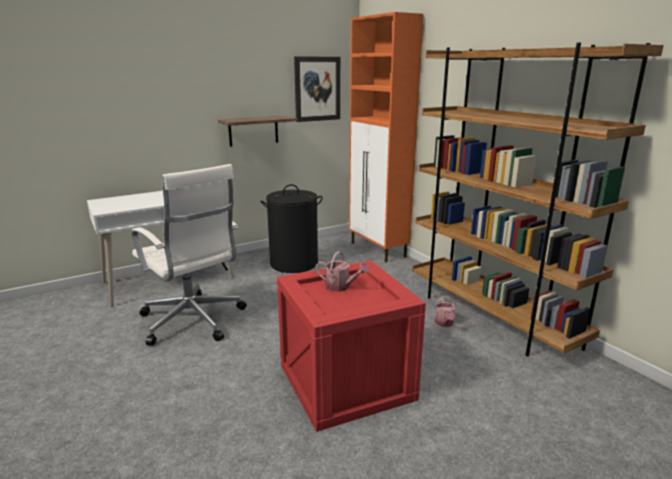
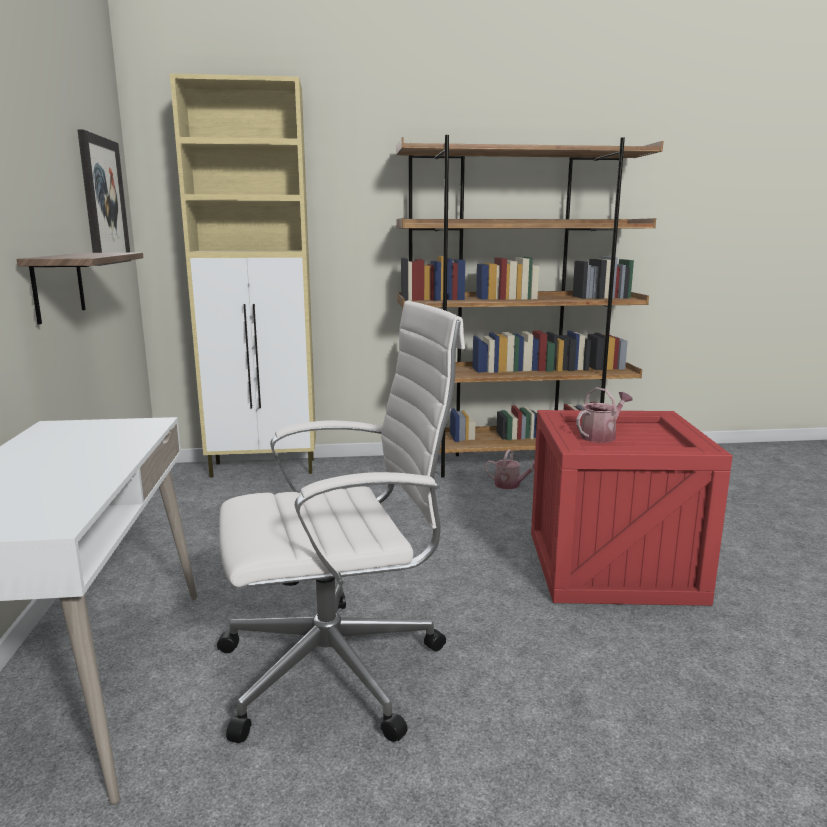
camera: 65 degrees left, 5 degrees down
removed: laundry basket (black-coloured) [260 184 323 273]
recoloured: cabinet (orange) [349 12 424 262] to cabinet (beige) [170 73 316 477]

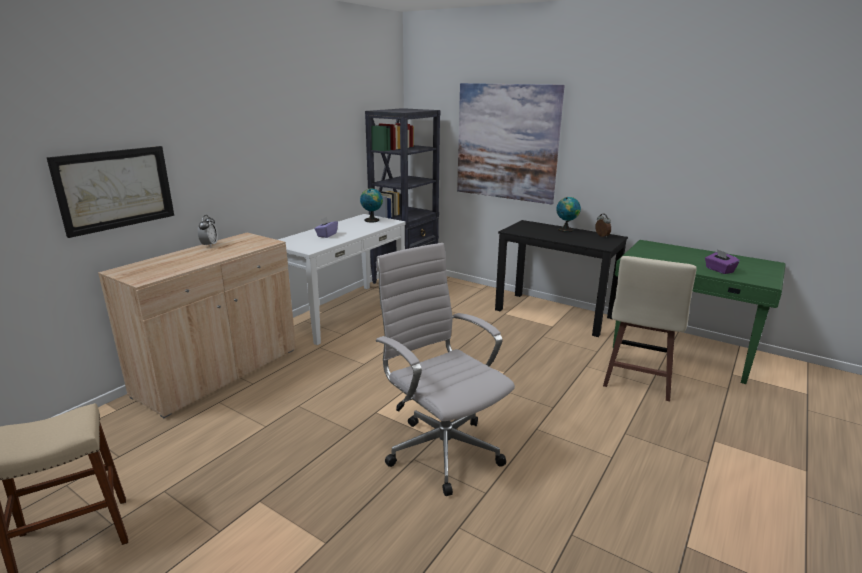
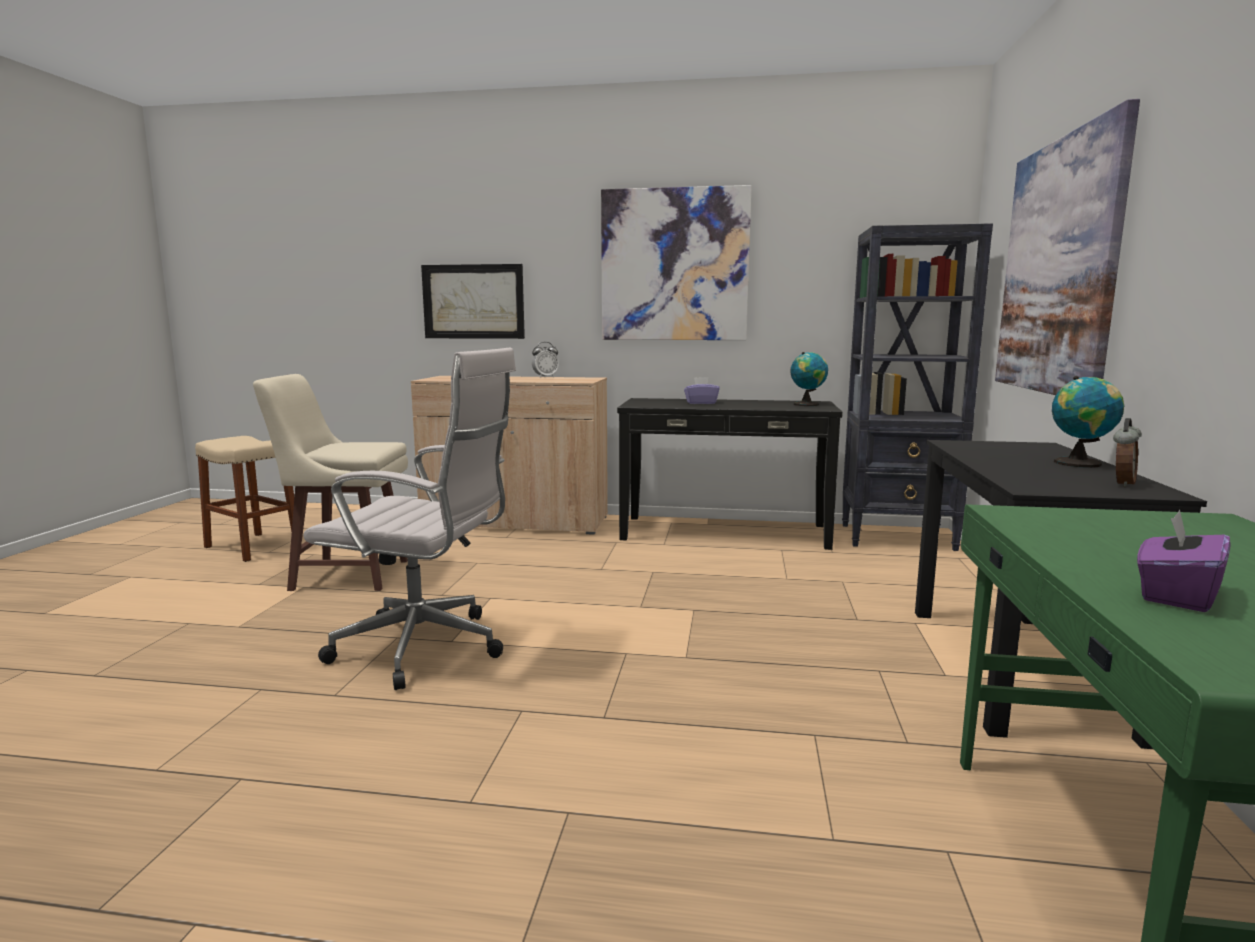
camera: 65 degrees right, 10 degrees down
added: wall art [601 185 752 340]
moved: stool seat (beige) [603 256 697 401] to [253 374 408 591]
recoloured: console table (whitish) [278 214 406 345] to console table (black-coloured) [617 398 843 550]
turned: desk chair (whitish) [376 243 515 496] = [303 348 516 690] 75 degrees clockwise

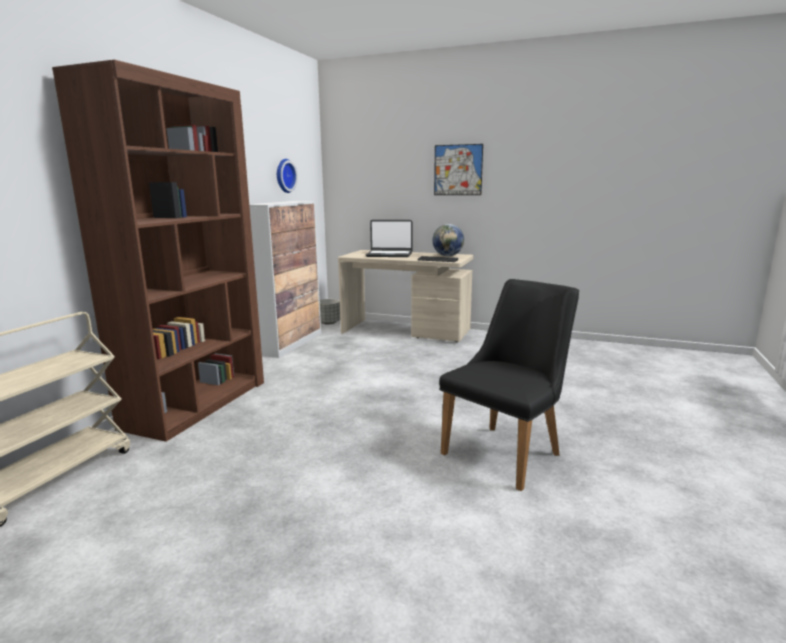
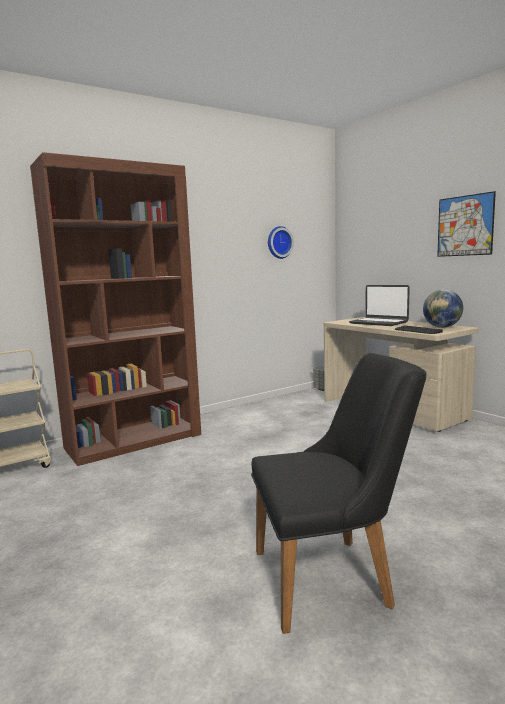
camera: 35 degrees right, 5 degrees down
removed: cabinet [249 201 321 358]

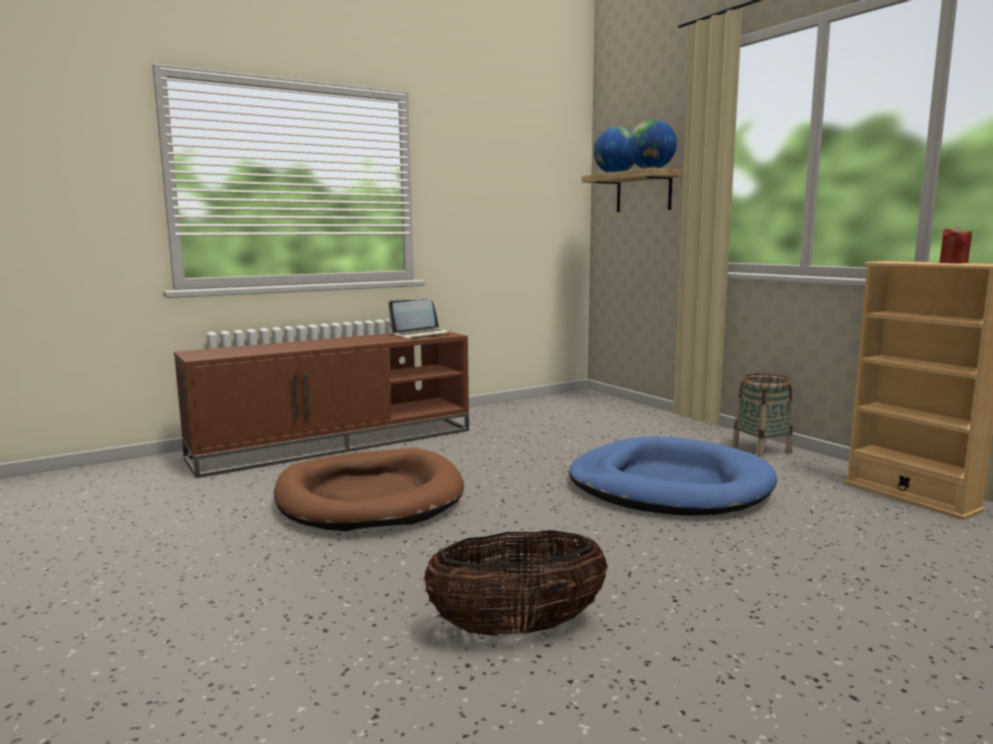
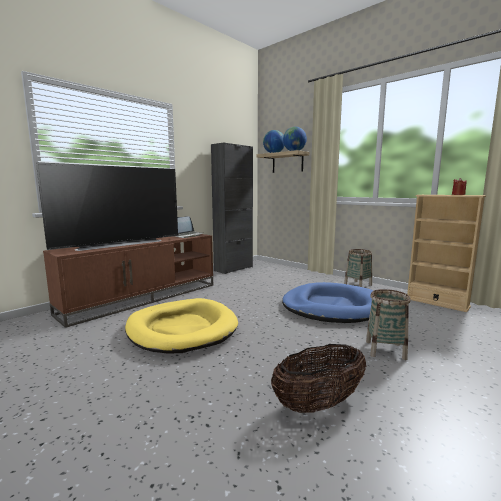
camera: 15 degrees left, 0 degrees up
added: cabinet (black-coloured) [211 142 253 274]; TV [36 163 178 251]; basket [366 289 411 360]
recoloured: dog cushion (brown) [274 448 464 531] to dog cushion (yellow-coloured) [125 298 238 354]

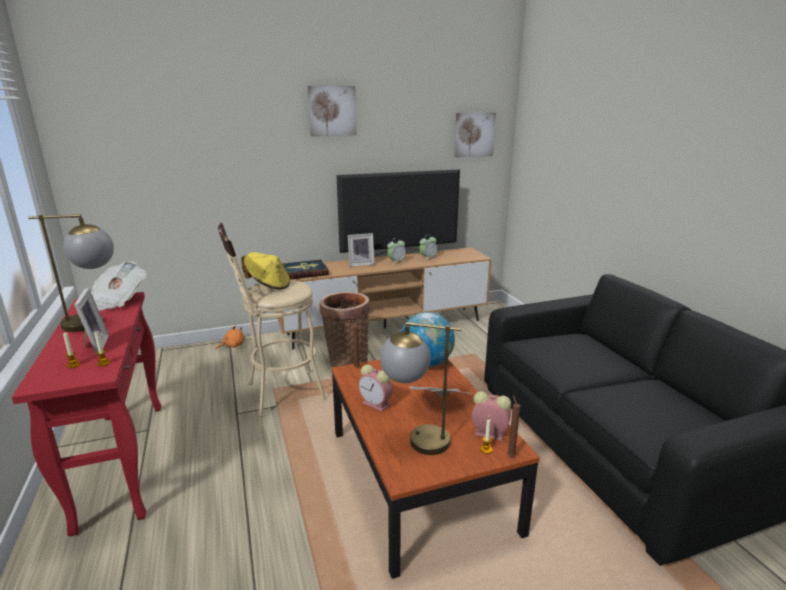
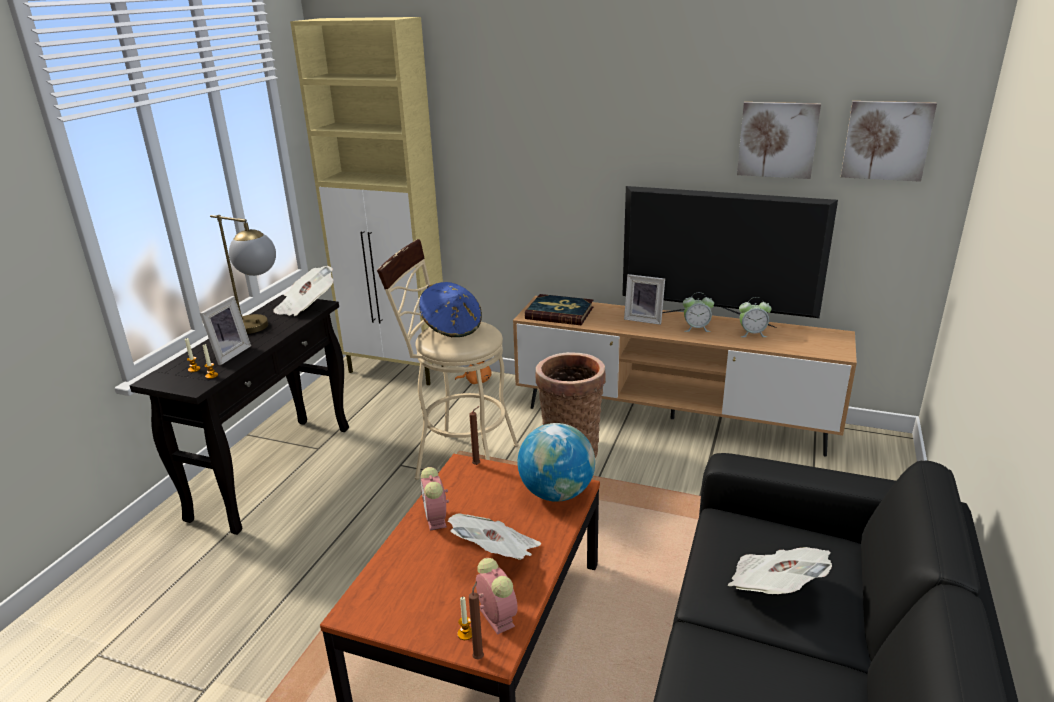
camera: 40 degrees right, 5 degrees up
removed: tabletop lamp [380 322 461 455]
added: cabinet (beige) [290 17 443 385]; newspaper [728 547 832 594]
moved: wall art [308 86 357 137] to [737 102 821 179]
recoloured: clothing hat (yellow-coloured) [241 252 290 290] to clothing hat (blue-coloured) [419 282 482 337]; console table (red-coloured) [12 292 161 536] to console table (black-coloured) [130 295 349 535]

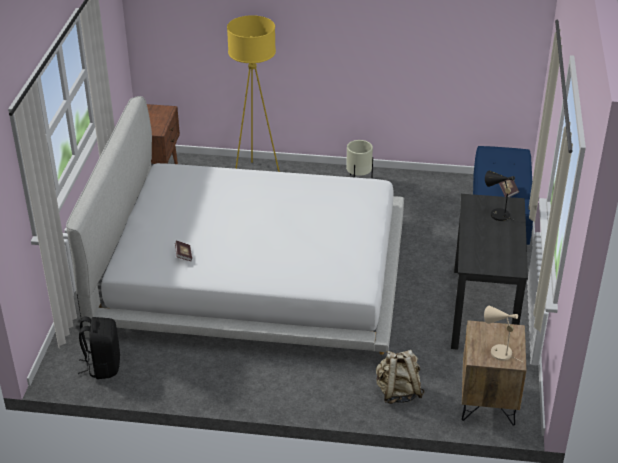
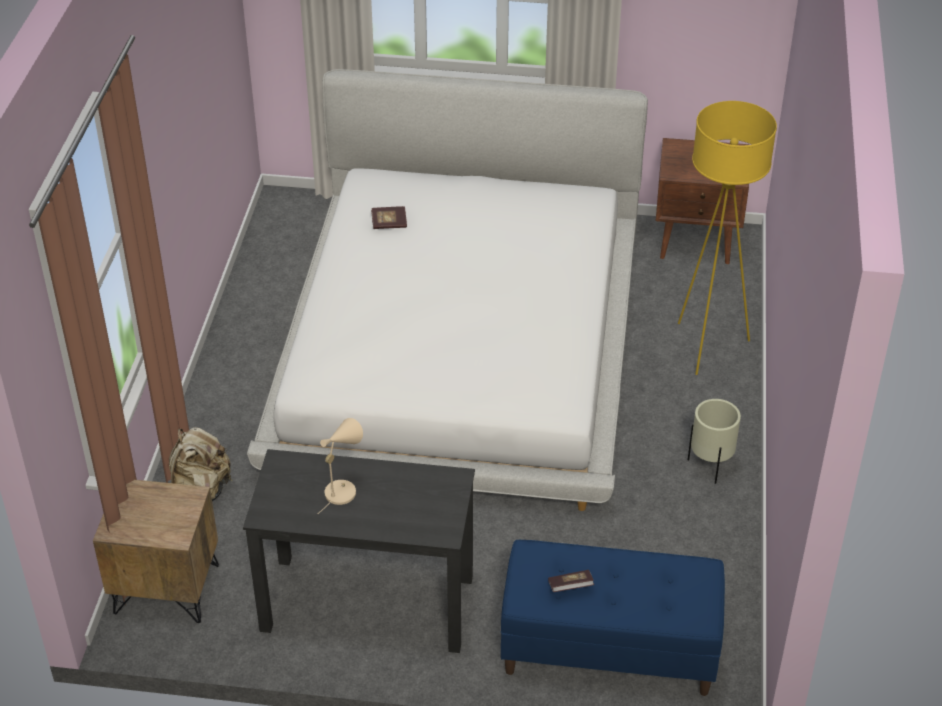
camera: 90 degrees right, 5 degrees up
removed: tabletop lamp (black-coloured) [485 171 518 222]; rucksack (black-coloured) [78 316 120 379]
moved: tabletop lamp (beige) [484 306 522 362] to [318 418 363 514]

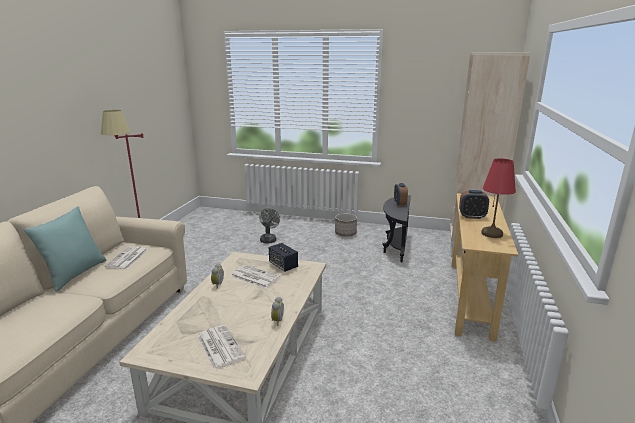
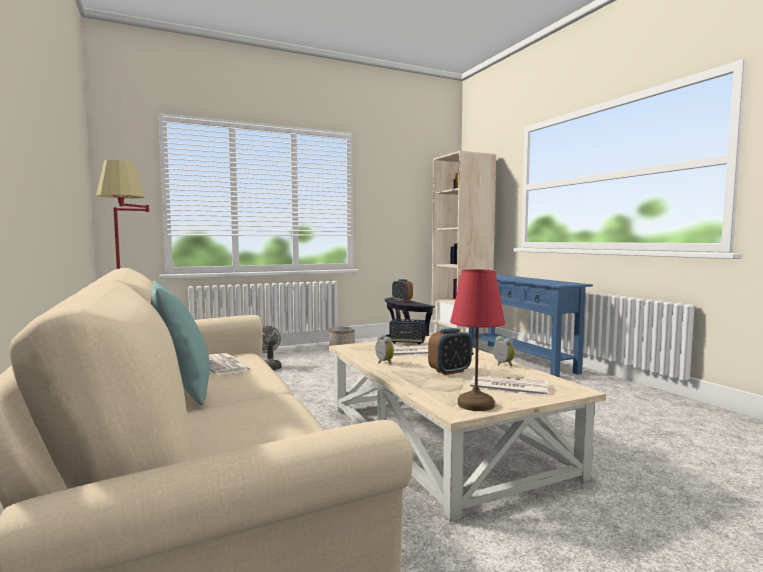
camera: 40 degrees left, 15 degrees down
moved: tabletop lamp (red-coloured) [481 158 516 238] to [450 269 505 411]; table clock [459 190 489 219] to [428 328 472 375]
recoloured: console table (beige) [452 193 518 342] to console table (blue-coloured) [469 274 593 378]

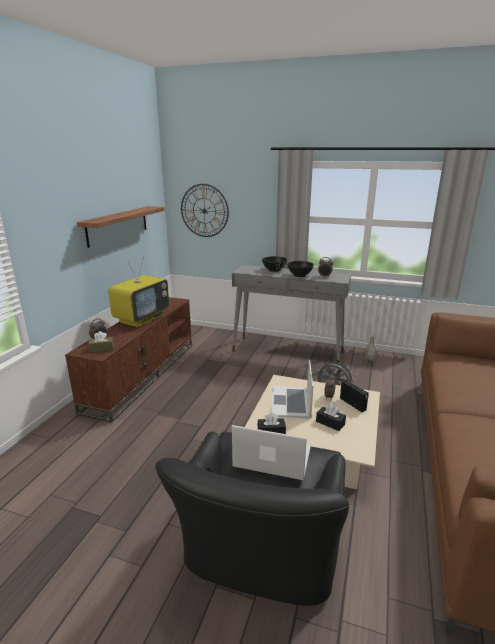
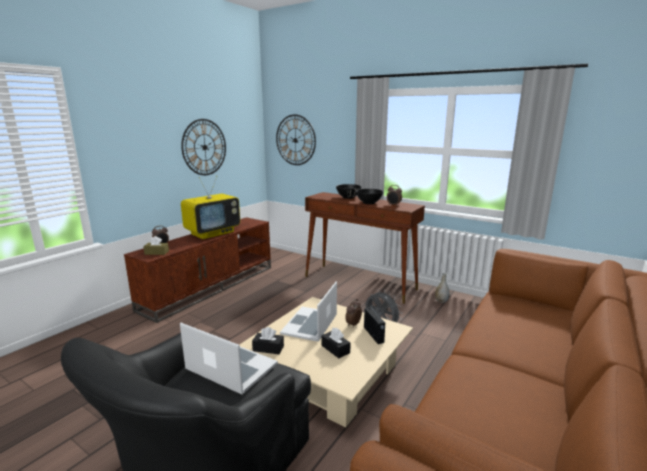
camera: 15 degrees right, 5 degrees down
replaced: wall shelf [77 206 165 248] to hanging clock [181 119 226 175]
recoloured: console table (grey) [232 265 351 363] to console table (brown) [305 192 425 304]

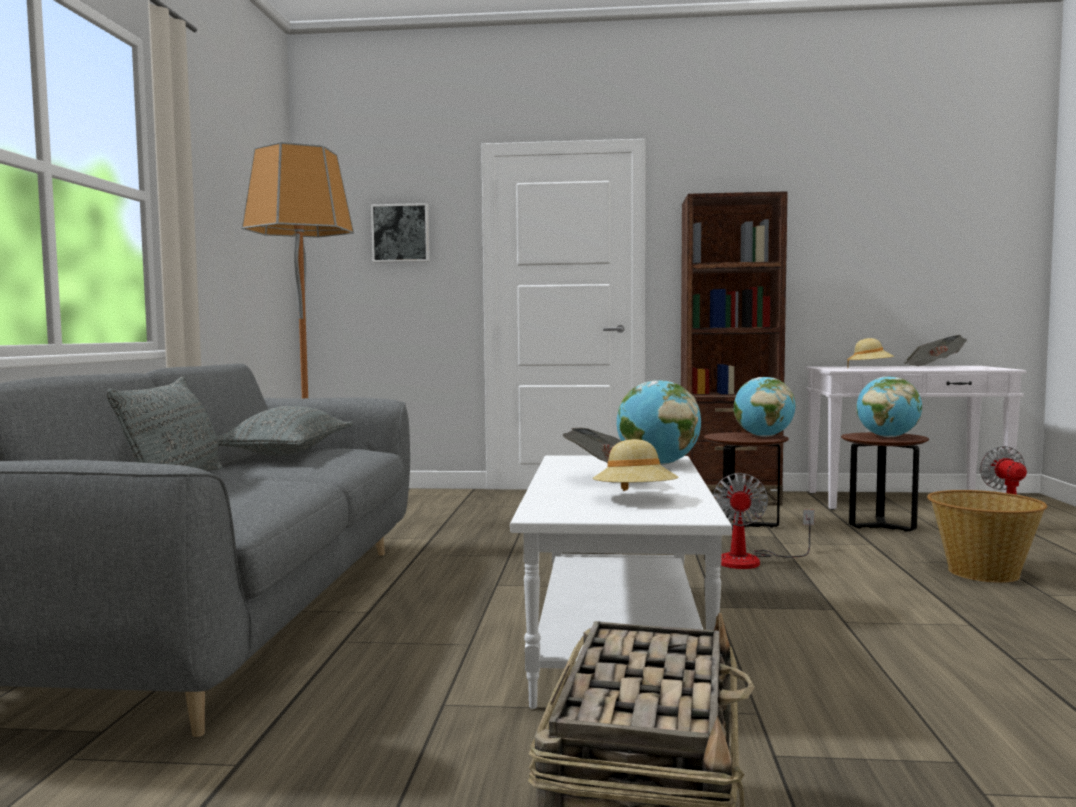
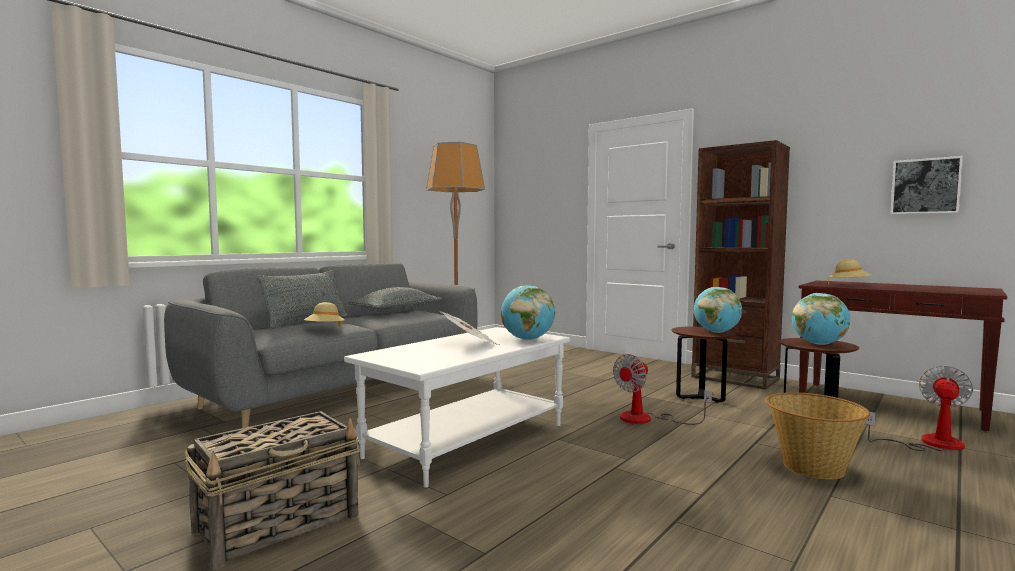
camera: 35 degrees right, 0 degrees up
removed: newspaper [904 335 967 366]
moved: wall art [371 203 430 263] to [890 156 963 214]; clothing hat (beige) [593 439 678 491] to [304 302 345 327]
recoloured: console table (whitish) [805 366 1026 510] to console table (brown) [799 280 1007 432]

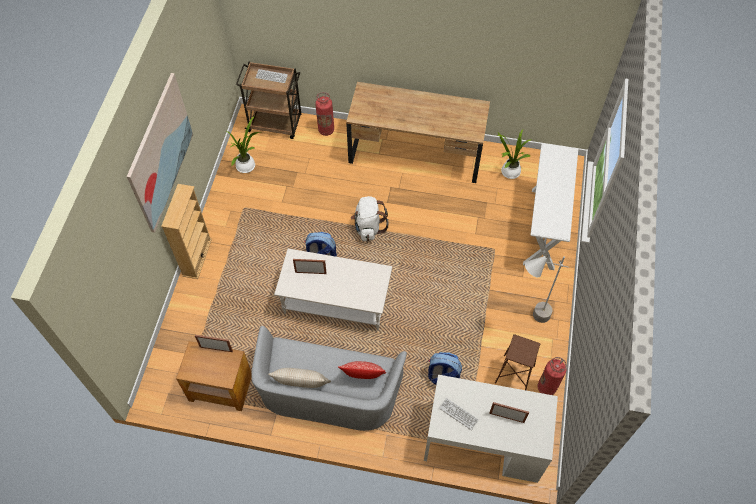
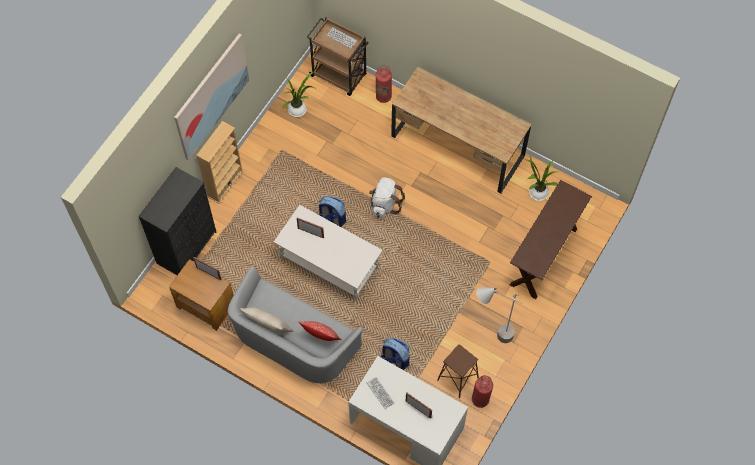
camera: 20 degrees right, 5 degrees up
added: dresser (black-coloured) [138 167 216 275]
recoloured: console table (whitish) [523 143 578 270] to console table (brown) [510 180 592 299]

